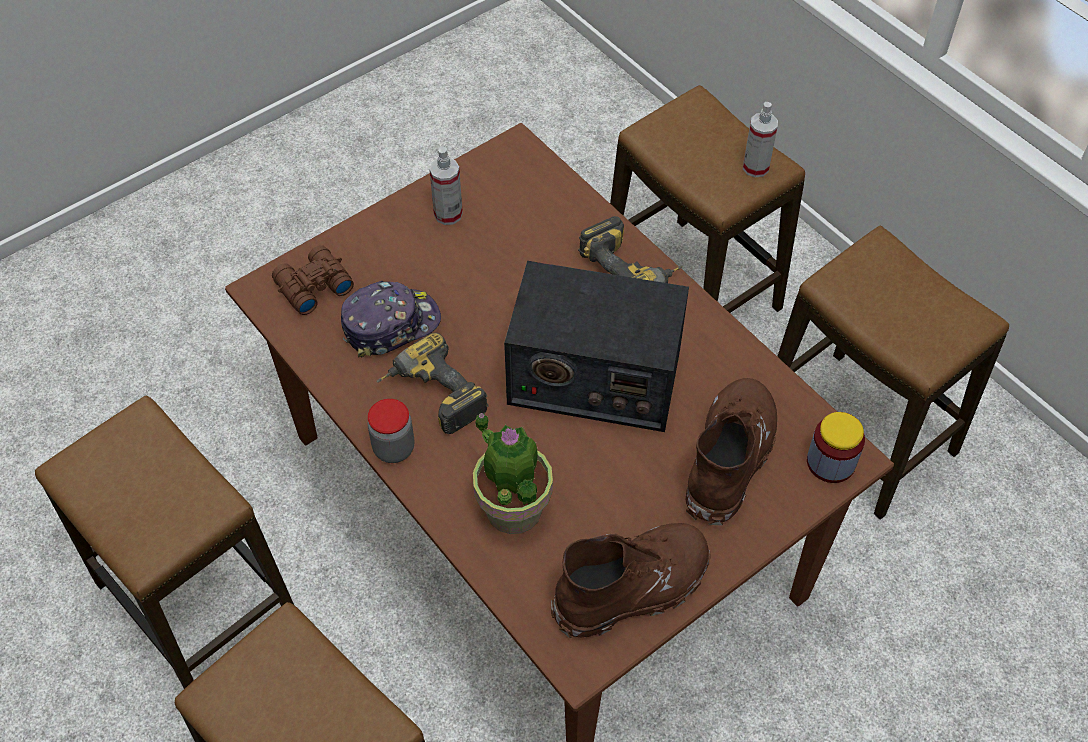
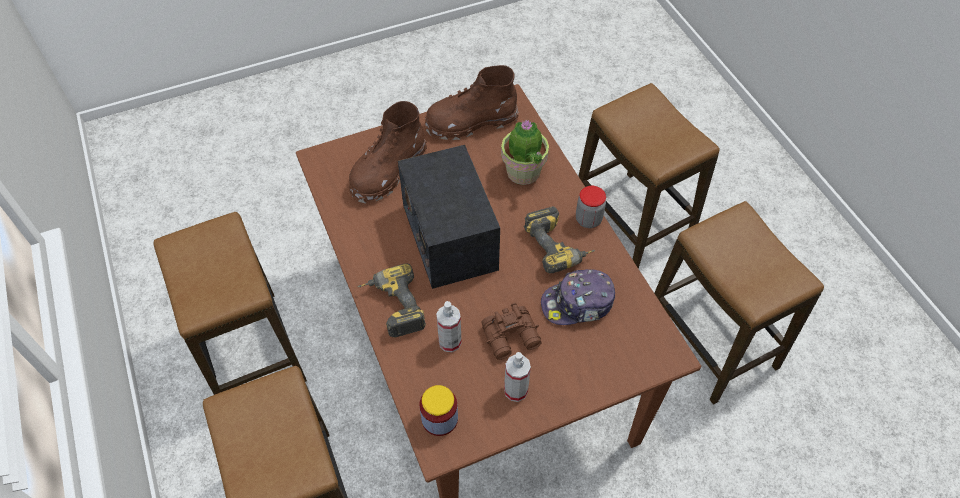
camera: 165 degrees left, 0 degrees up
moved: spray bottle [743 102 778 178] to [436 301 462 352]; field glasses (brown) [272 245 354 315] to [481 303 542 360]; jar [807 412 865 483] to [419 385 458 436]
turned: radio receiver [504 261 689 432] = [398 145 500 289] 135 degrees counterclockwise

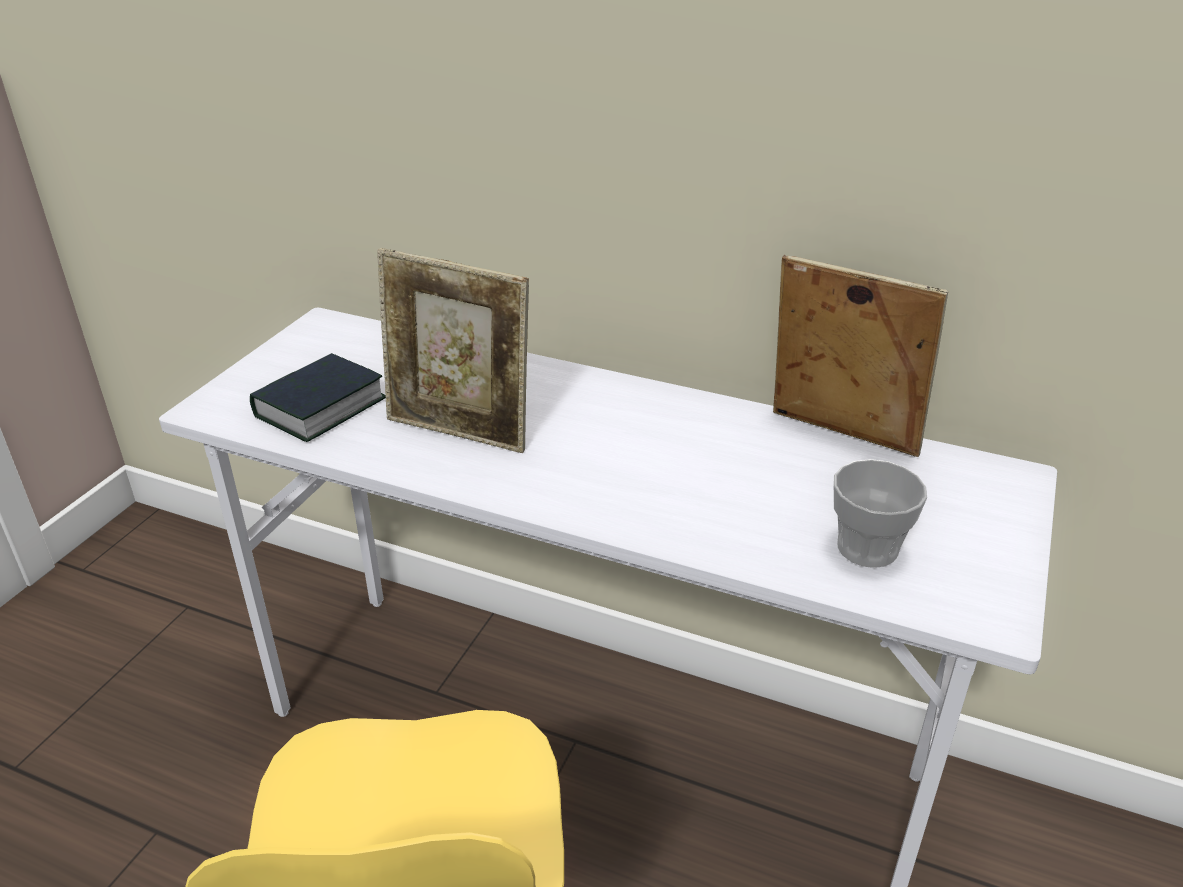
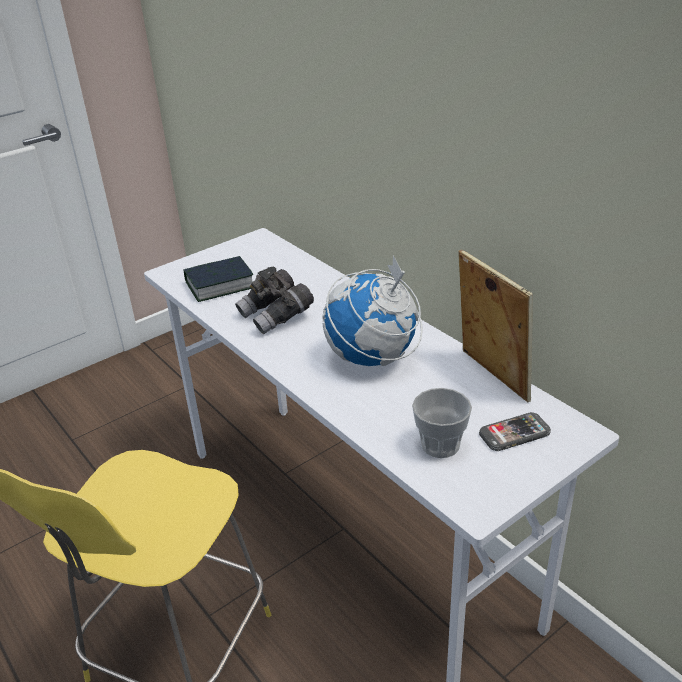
camera: 30 degrees right, 0 degrees up
added: desk globe [323 256 423 366]; phone [479 412 551 451]
replaced: picture frame [377 248 529 453] to field glasses (grey) [235 266 314 334]

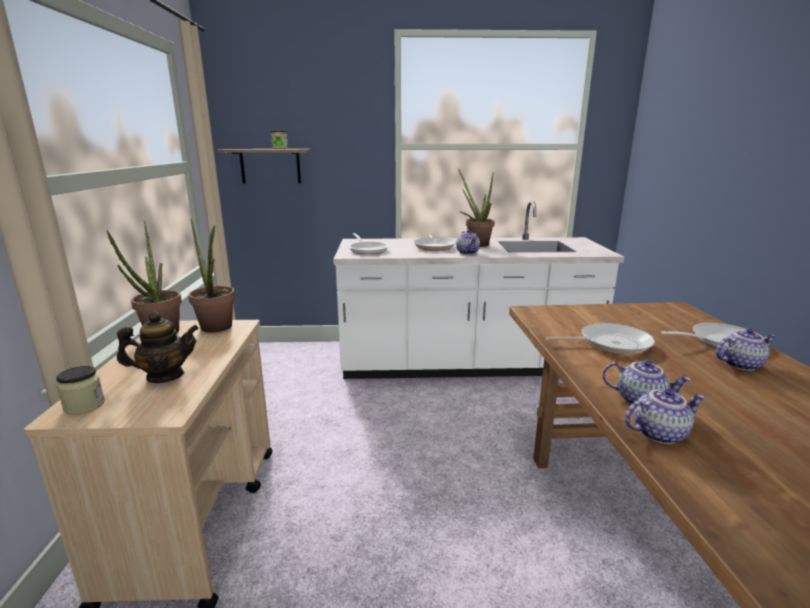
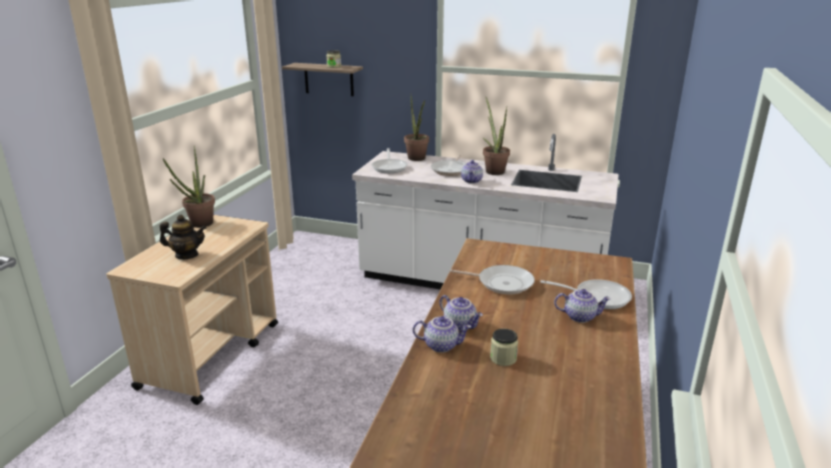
camera: 20 degrees right, 5 degrees up
moved: potted plant [188 218 235 333] to [404 96 429 161]; jar [56 366 105 415] to [490 329 518 366]

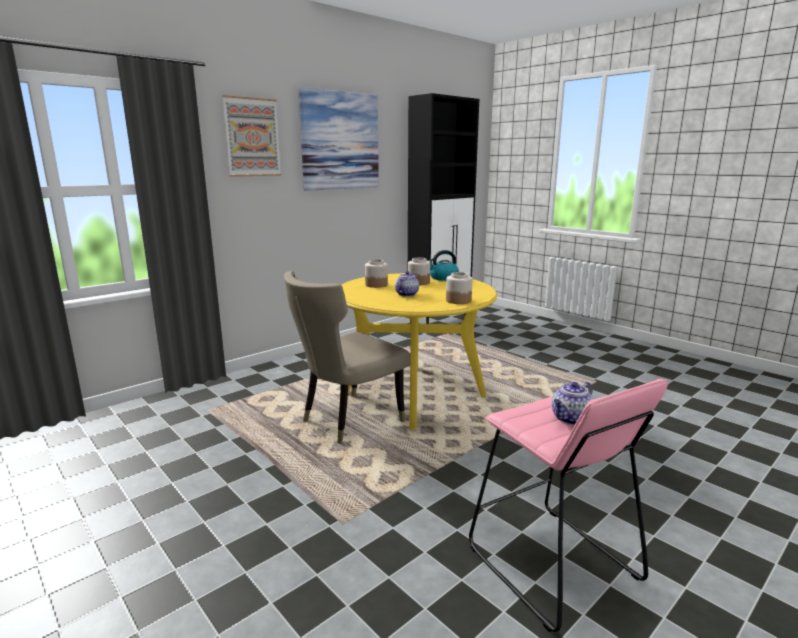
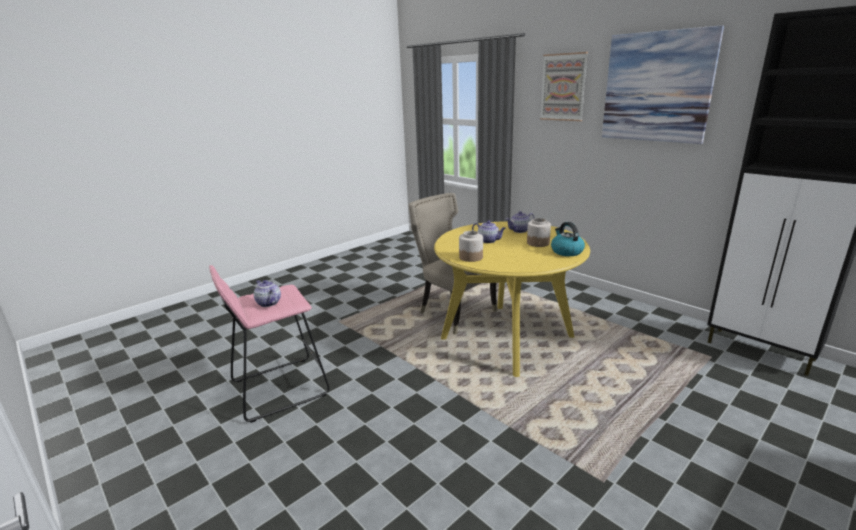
camera: 90 degrees right, 5 degrees up
replaced: jar [365 259 388 288] to tea pot [506 211 535 233]

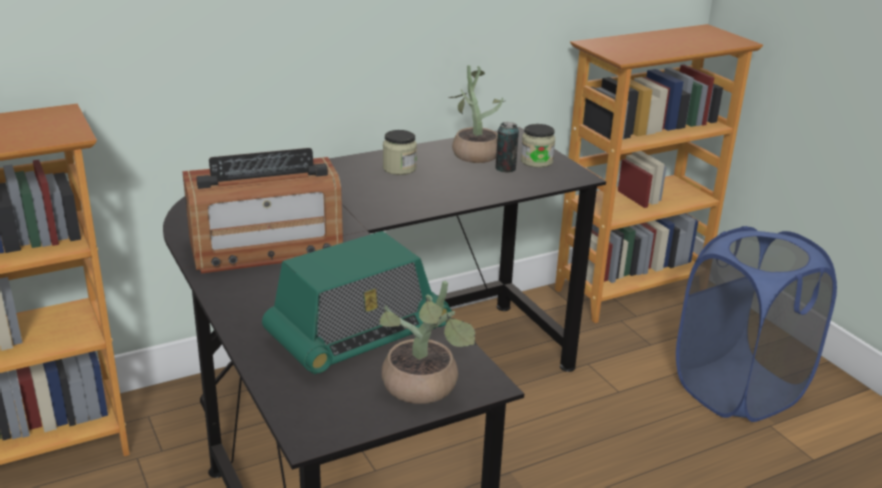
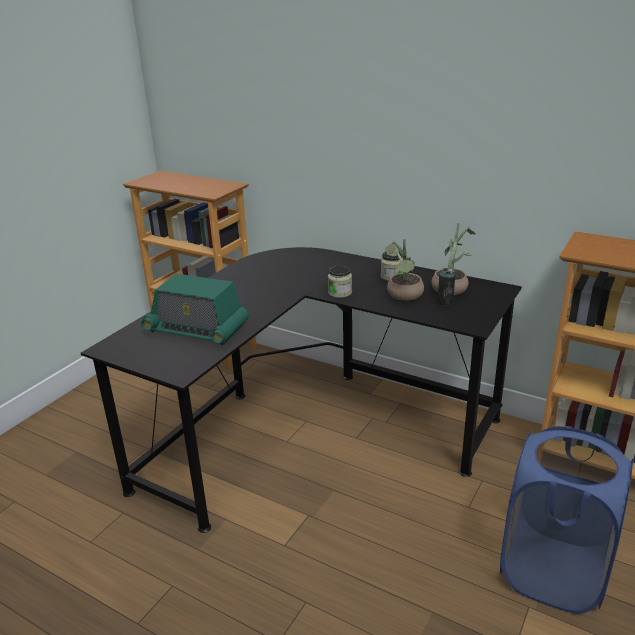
camera: 60 degrees right, 0 degrees up
removed: radio receiver [182 148 343 274]
moved: jar [521 124 555 168] to [328 265 352 298]; potted plant [380 281 476 404] to [385 238 424 301]

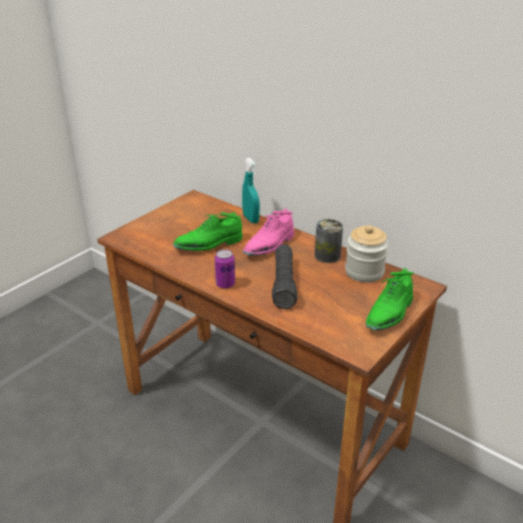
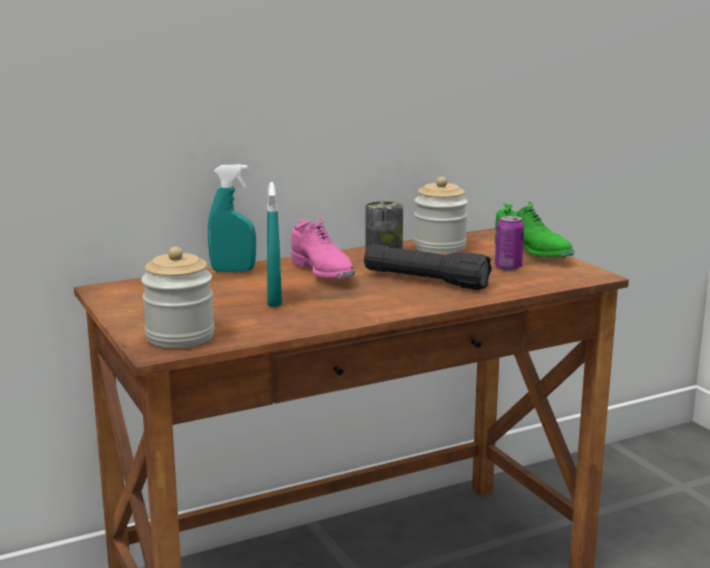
camera: 65 degrees left, 15 degrees down
added: jar [141 247 215 348]
moved: can [215 249 235 289] to [495 215 524 271]
replaced: item of footwear (green) [173 212 243 251] to spray bottle (turquoise-coloured) [267 182 282 307]

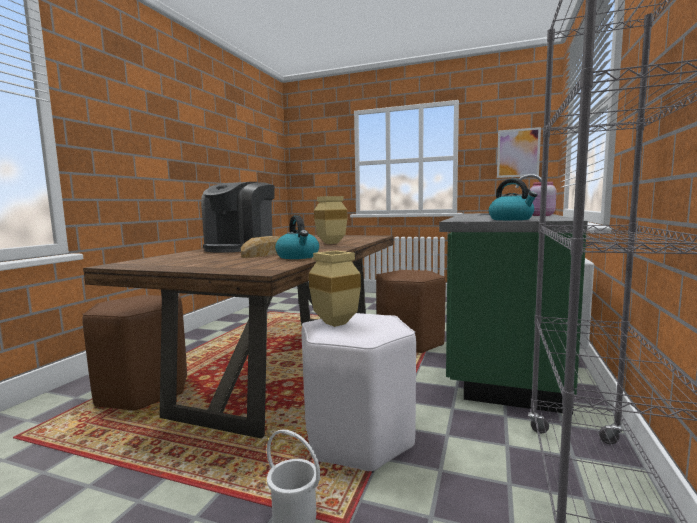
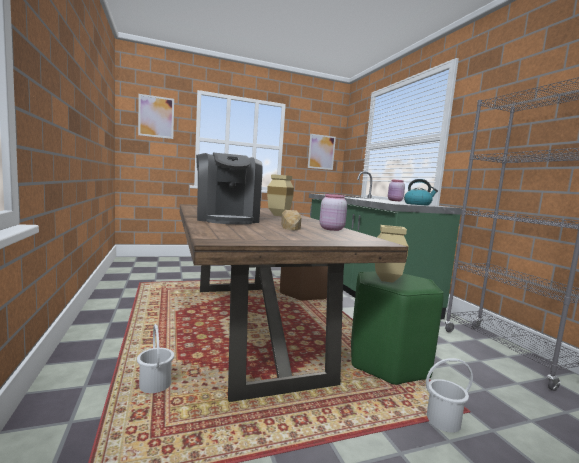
camera: 40 degrees left, 0 degrees up
added: wall art [138 94 174 139]
replaced: water kettle [275 215 319 259] to jar (pinkish) [320 194 347 231]; stool seat (brown) [82 295 187 411] to pail (whitish) [137 324 174 393]
recoloured: stool seat (whitish) [302 313 416 473] to stool seat (green) [351 272 444 385]

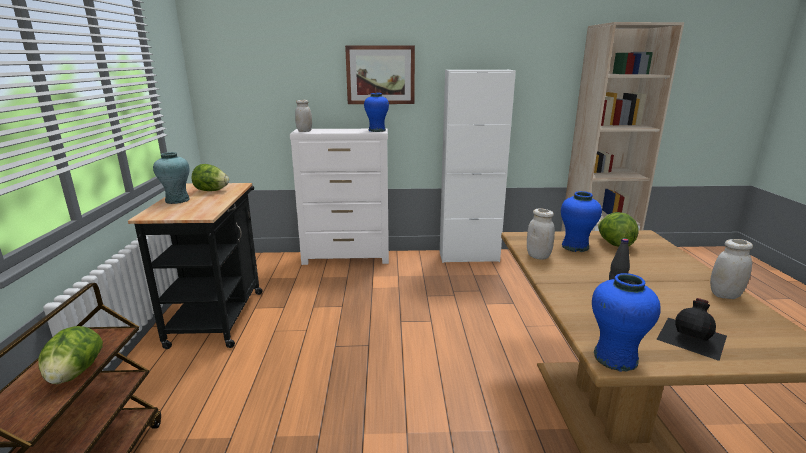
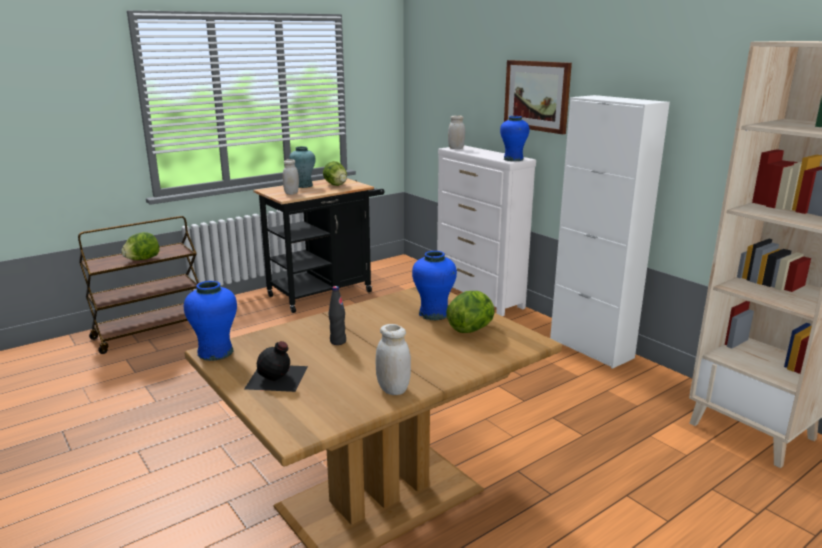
camera: 55 degrees right, 0 degrees up
moved: jar (whitish) [527 208 555 260] to [283 159 299 195]

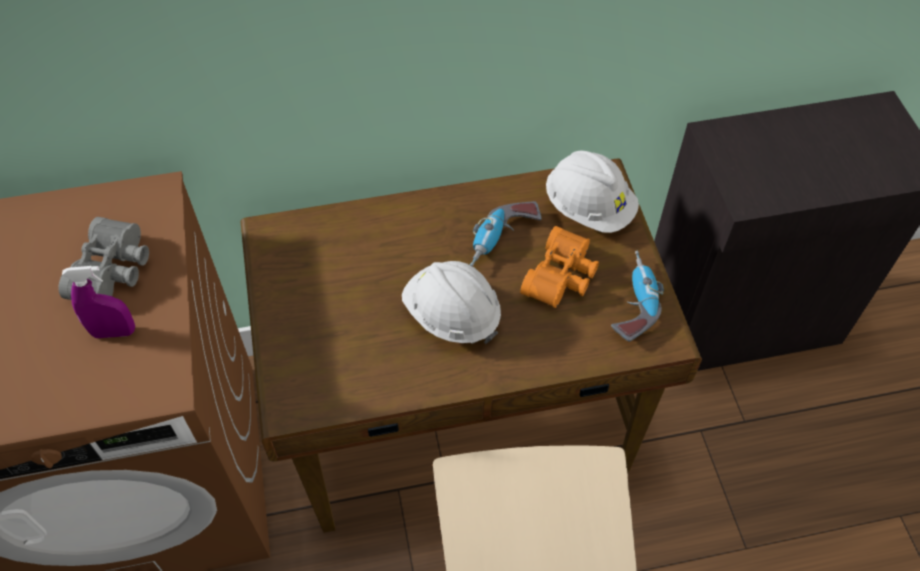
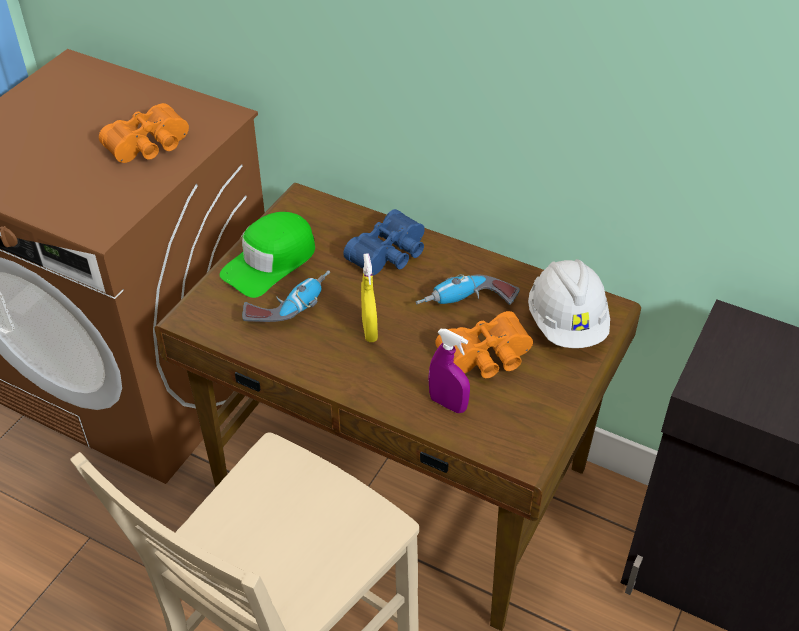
camera: 40 degrees right, 10 degrees down
added: field glasses (blue-coloured) [343 209 425 275]; peaked cap (green) [220 212 315 298]
moved: power drill [611 251 664 342] to [242 270 330 322]; spray bottle (purple-coloured) [62 266 135 338] to [428 329 470 413]
replaced: hard hat (whitish) [402 261 501 344] to spray bottle (yellow-coloured) [361 253 378 342]
recoloured: field glasses (grey) [58 217 149 300] to field glasses (orange) [99 103 189 163]

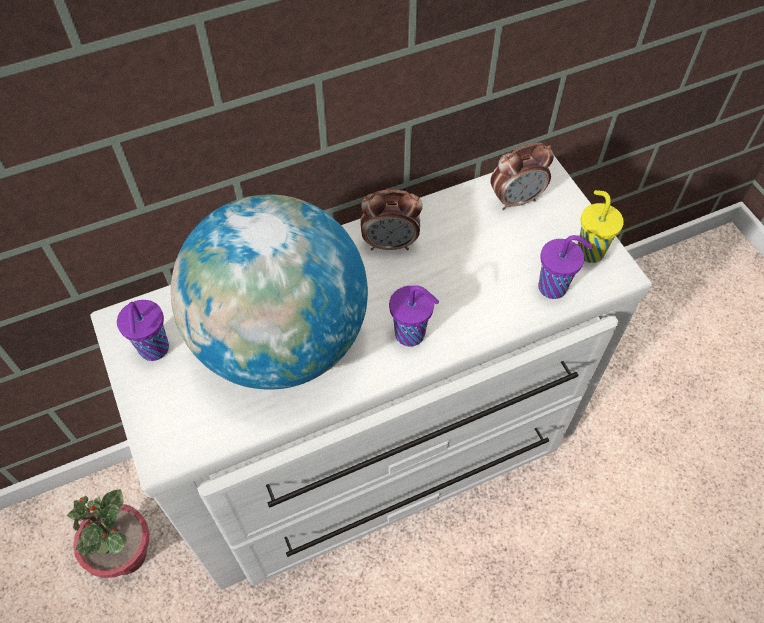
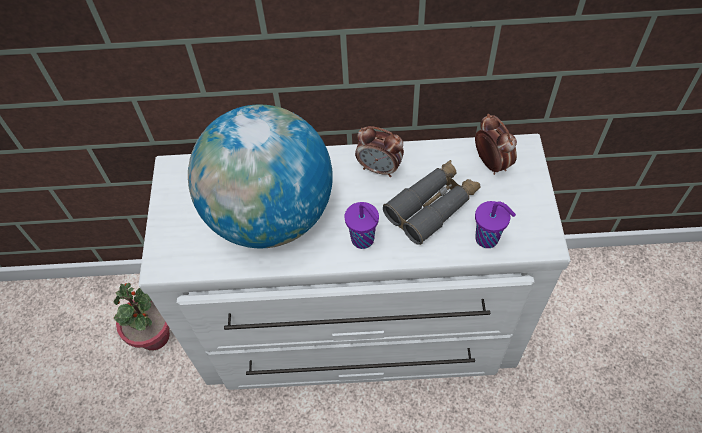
camera: 25 degrees right, 0 degrees up
removed: small cup (yellow-coloured) [578 190 624 263]; small cup (purple-coloured) [117 300 169 361]
added: field glasses (grey) [383 160 481 245]
turned: table clock [490 142 554 210] = [475 114 517 175] 120 degrees counterclockwise

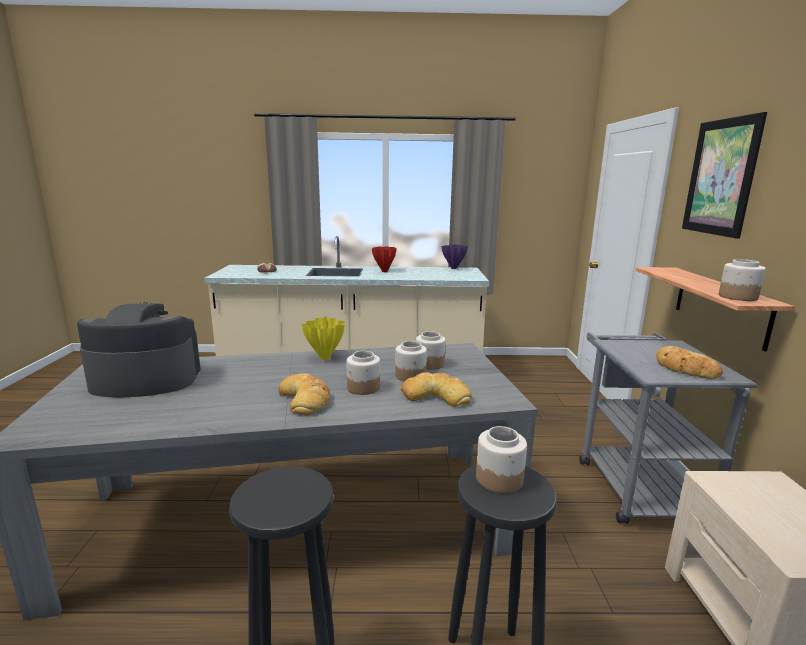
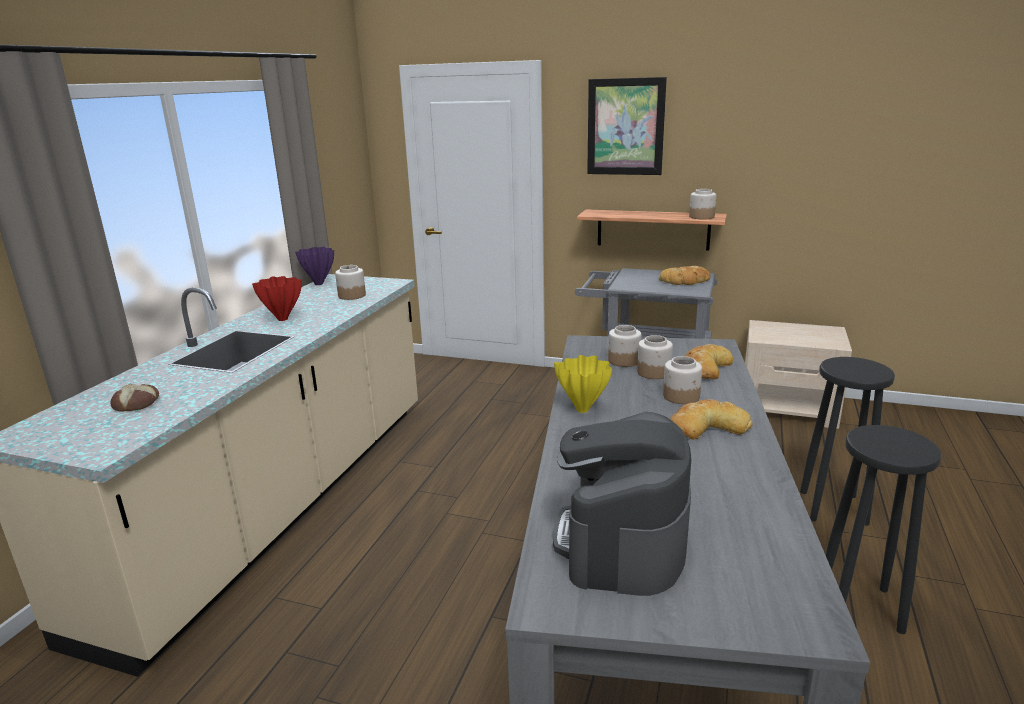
camera: 70 degrees left, 5 degrees up
moved: jar [476 426 527 493] to [335 265 366 300]

